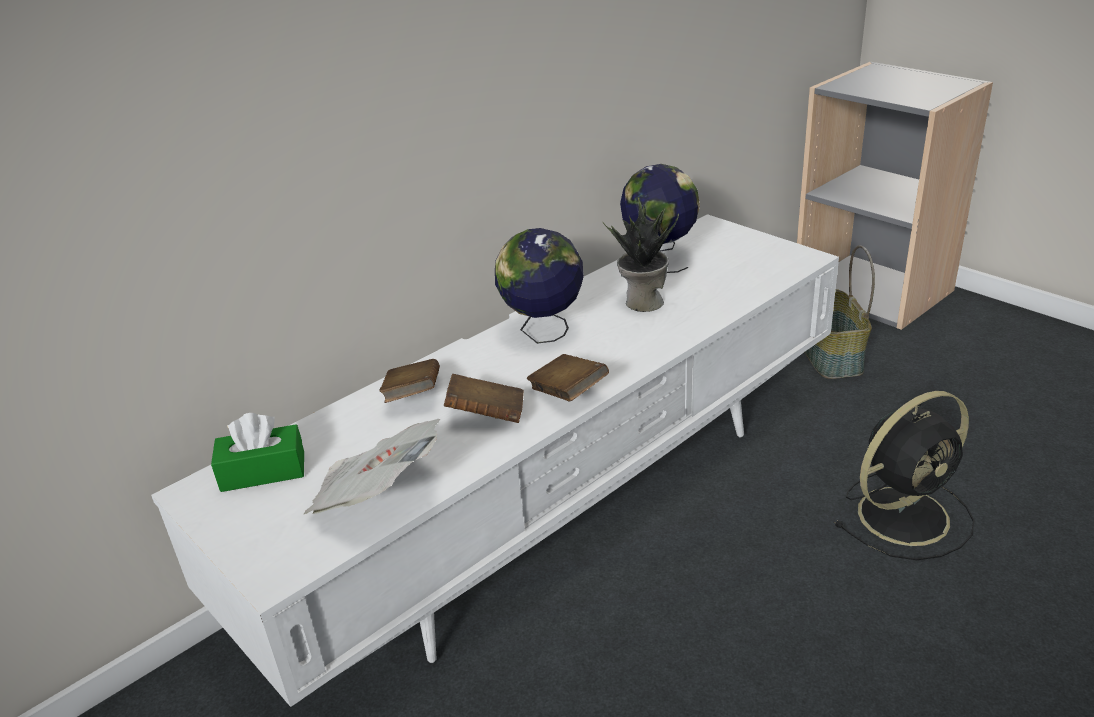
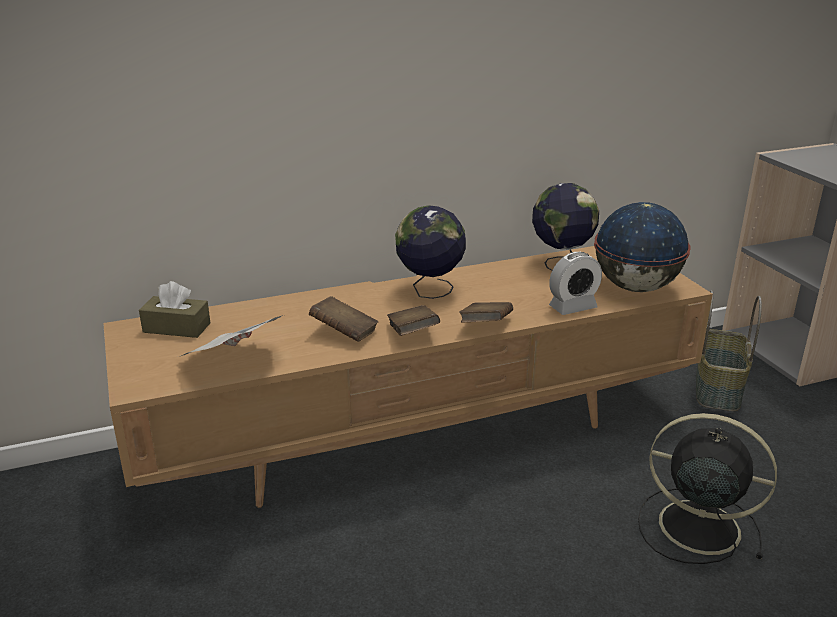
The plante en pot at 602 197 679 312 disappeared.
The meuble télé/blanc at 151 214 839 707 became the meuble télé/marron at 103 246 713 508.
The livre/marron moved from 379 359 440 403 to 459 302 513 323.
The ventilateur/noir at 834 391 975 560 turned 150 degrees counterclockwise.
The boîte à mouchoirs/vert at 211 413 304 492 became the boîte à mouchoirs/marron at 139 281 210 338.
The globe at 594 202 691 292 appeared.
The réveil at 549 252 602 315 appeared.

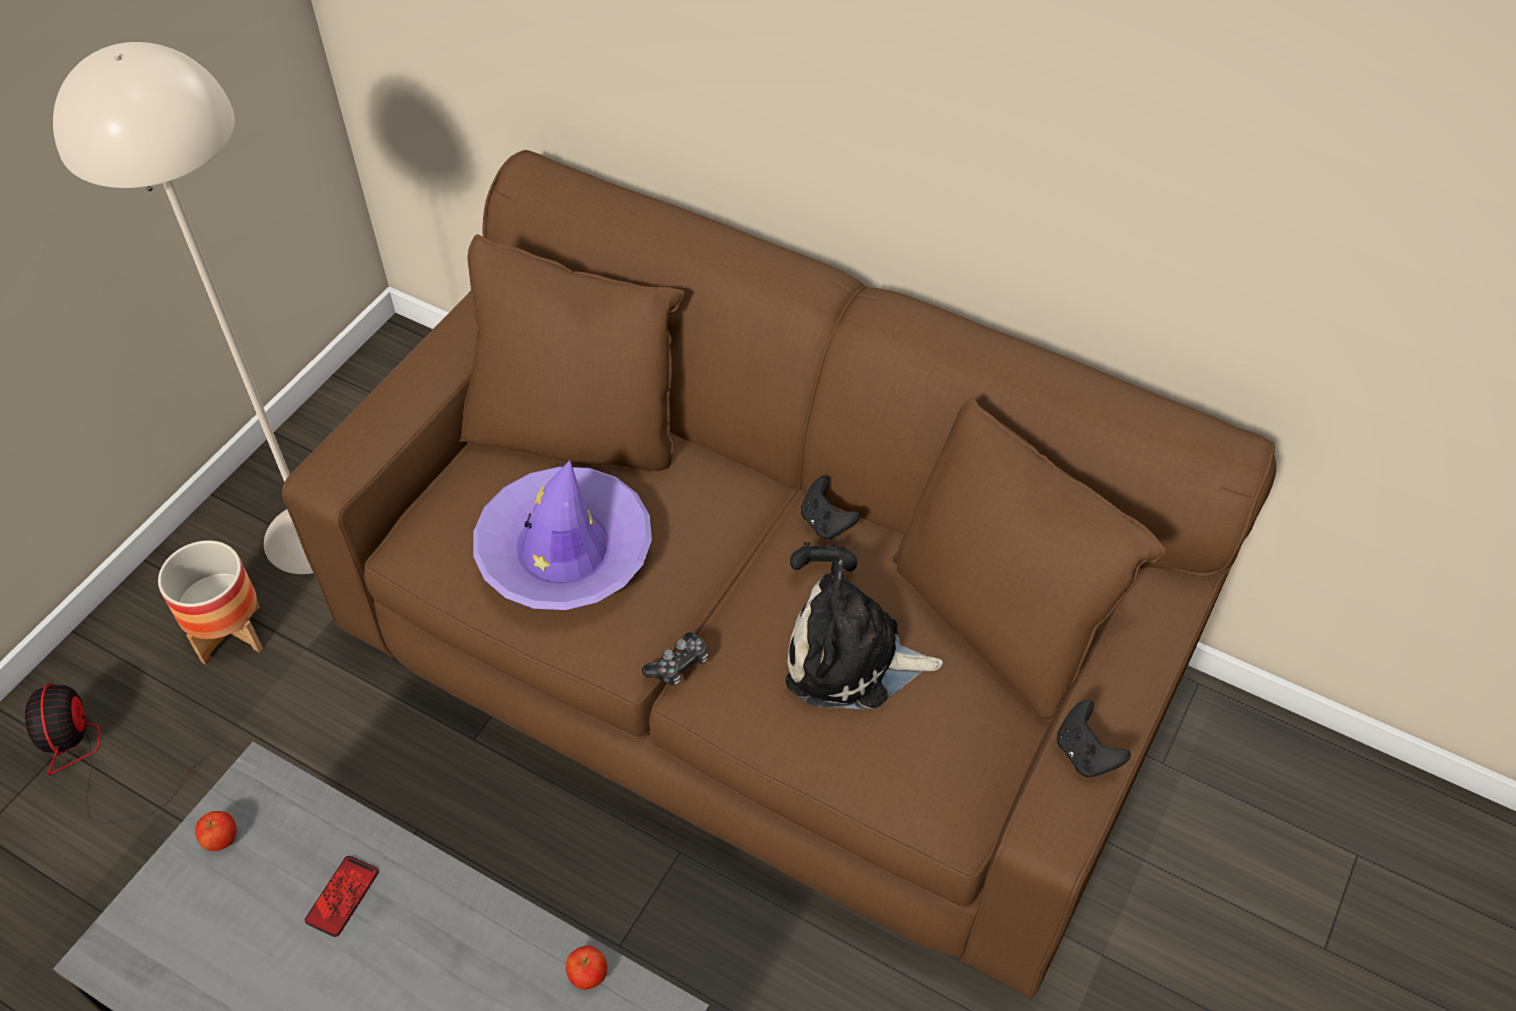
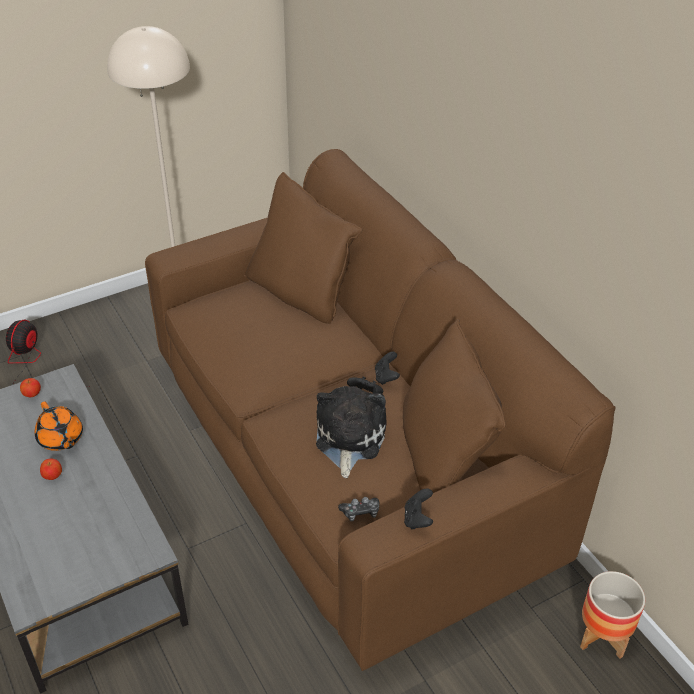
The chapeau/violet at 473 460 652 610 disappeared.
The cache-pot moved from 158 540 263 664 to 580 571 645 659.
The peluche at 786 559 943 709 turned 60 degrees clockwise.
The manette moved from 642 632 708 686 to 338 497 379 522.
The téléphone at 305 856 379 937 was replaced by the théière/orange at 35 402 83 451.
The pomme moved from 566 946 607 990 to 40 459 62 480.

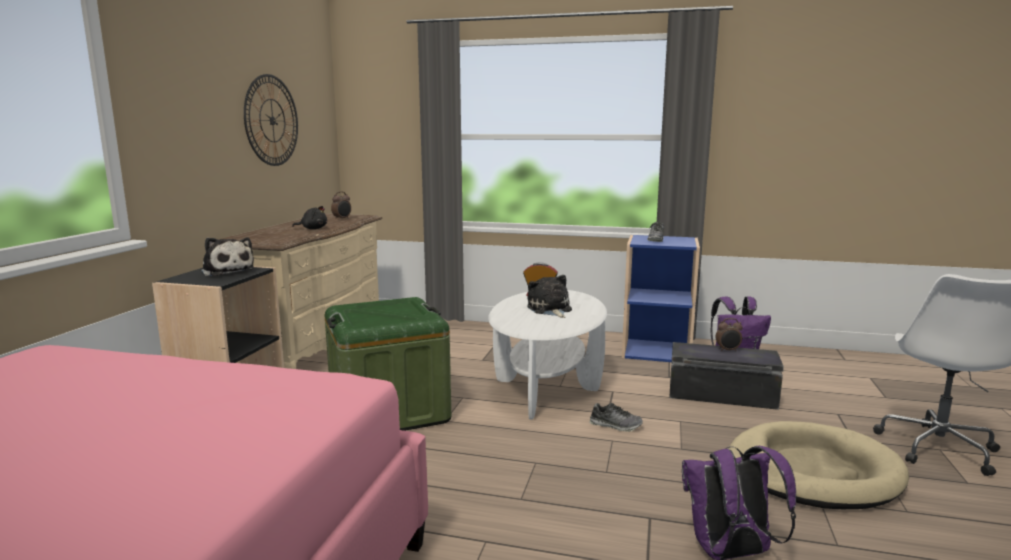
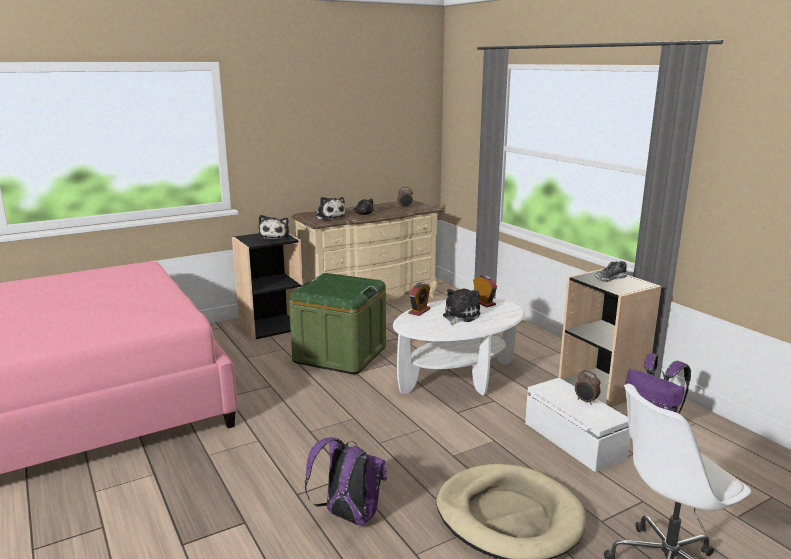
The horloge murale at 244 74 298 166 disappeared.
The bibliothèque/bleu at 622 235 700 362 became the bibliothèque/noir at 559 268 662 407.
The boîte de rangement/noir at 669 342 784 410 became the boîte de rangement/blanc at 525 378 630 472.
The chaussure at 589 403 643 432 disappeared.
The peluche at 315 197 346 220 appeared.
The réveil at 408 282 431 316 appeared.

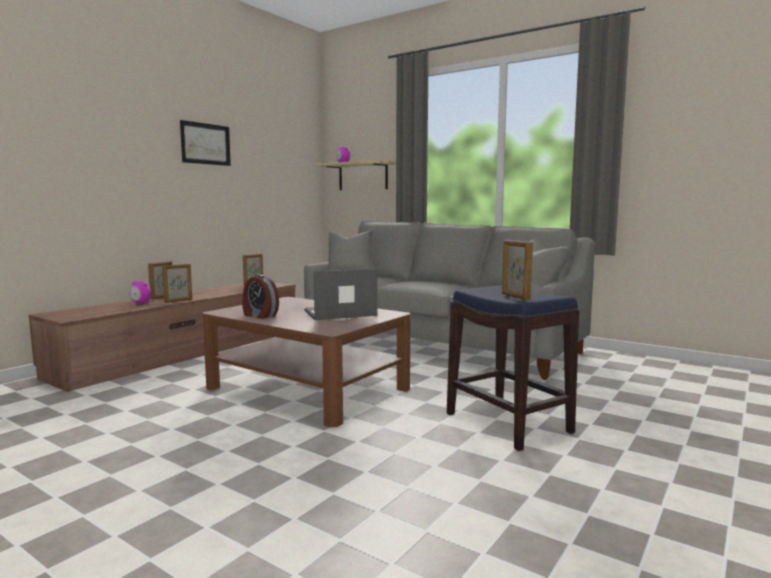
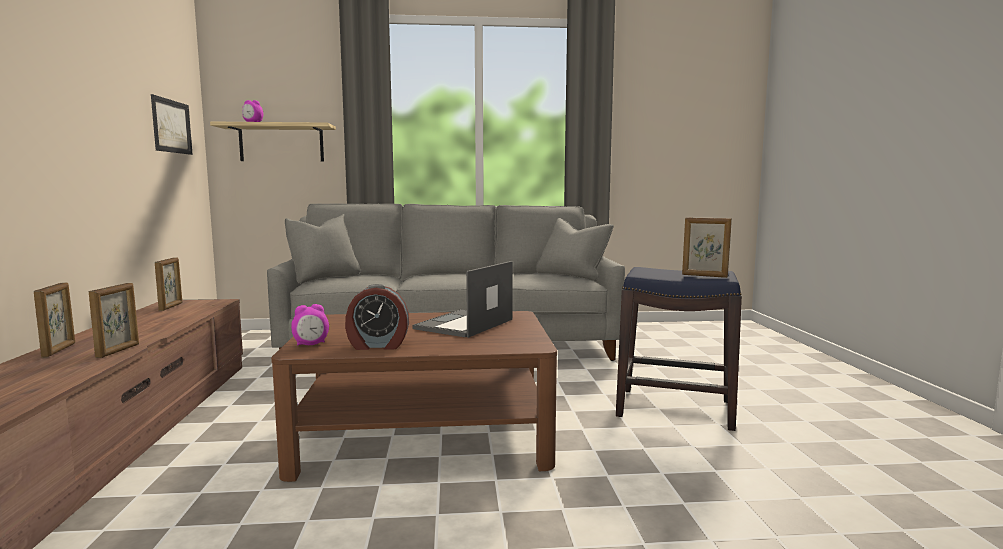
The tableau moved from 180 120 231 166 to 151 94 193 155.
The réveil moved from 130 281 151 303 to 291 304 329 345.

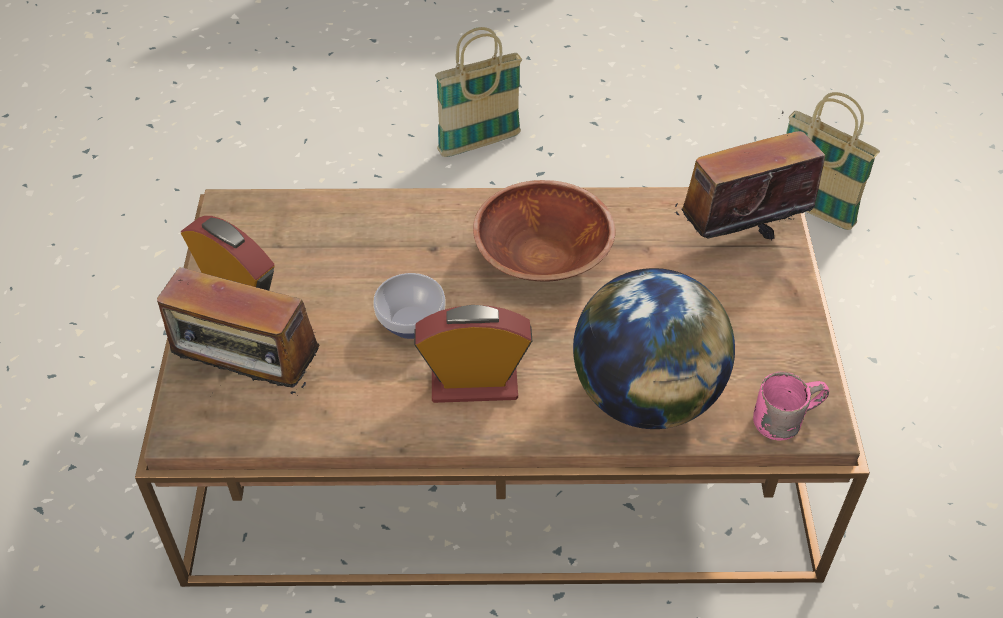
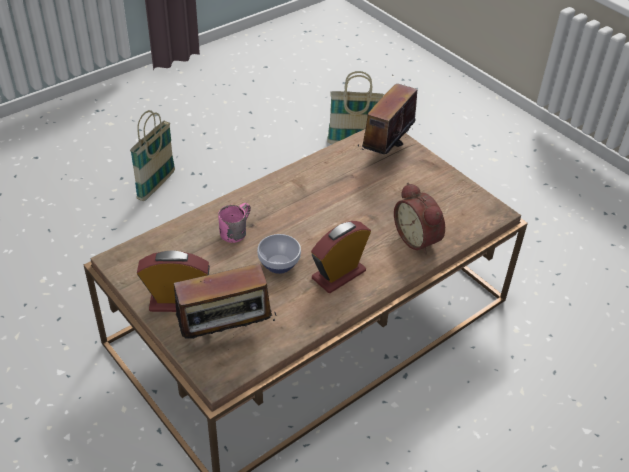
The bol/marron at 473 180 615 282 disappeared.
The globe at 573 268 735 429 was replaced by the réveil at 394 183 445 255.
The mug/rose moved from 753 372 829 441 to 218 203 251 243.

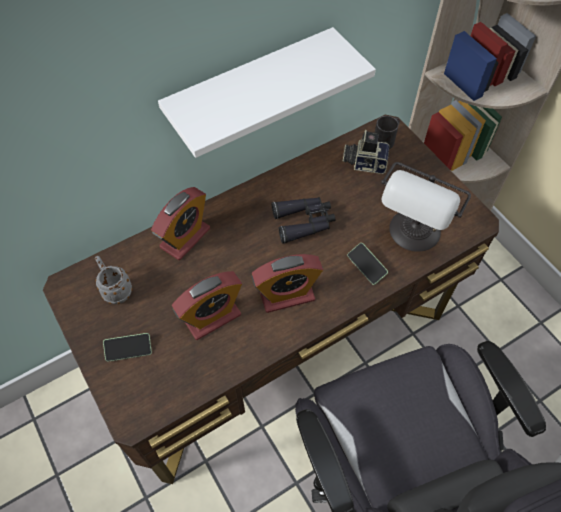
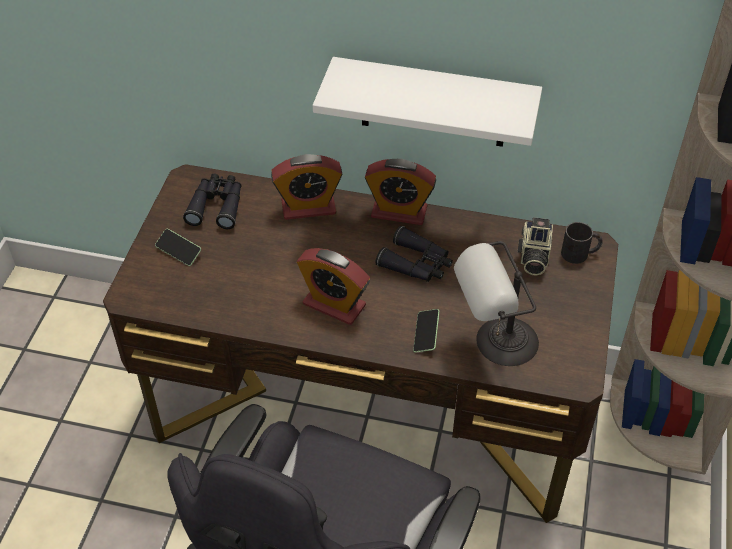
The appareil photo at 343 130 389 174 turned 135 degrees counterclockwise.
The mug/gris at 95 256 133 304 was replaced by the jumelles/noir at 183 174 242 229.
The réveil moved from 172 271 242 340 to 365 159 436 225.

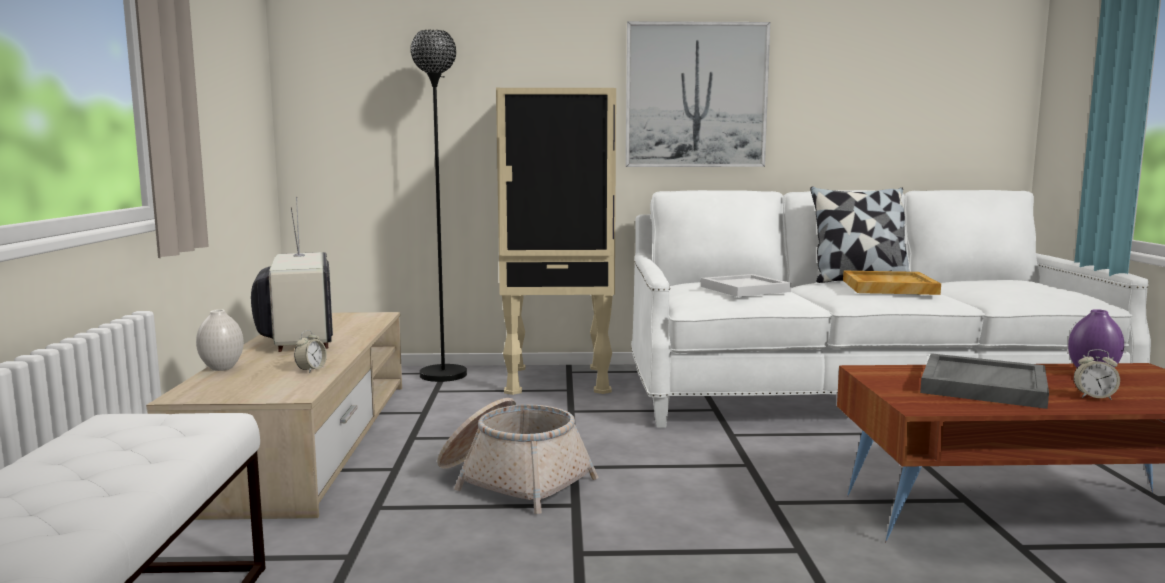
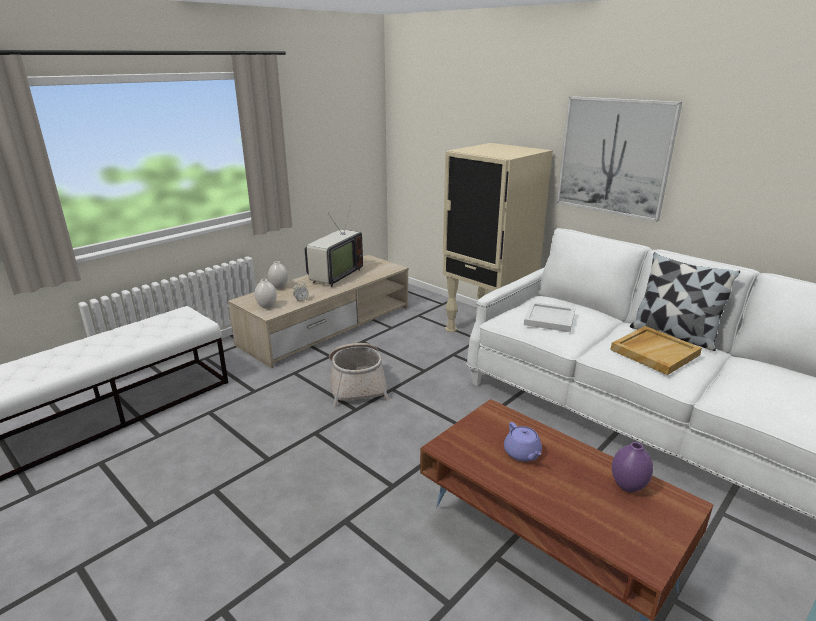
The lampadaire/noir at 411 30 467 382 disappeared.
The réveil at 1074 349 1120 400 disappeared.
The plateau/gris at 920 353 1049 409 was replaced by the théière/violet at 504 422 542 461.
The vase/blanc at 255 279 277 309 appeared.

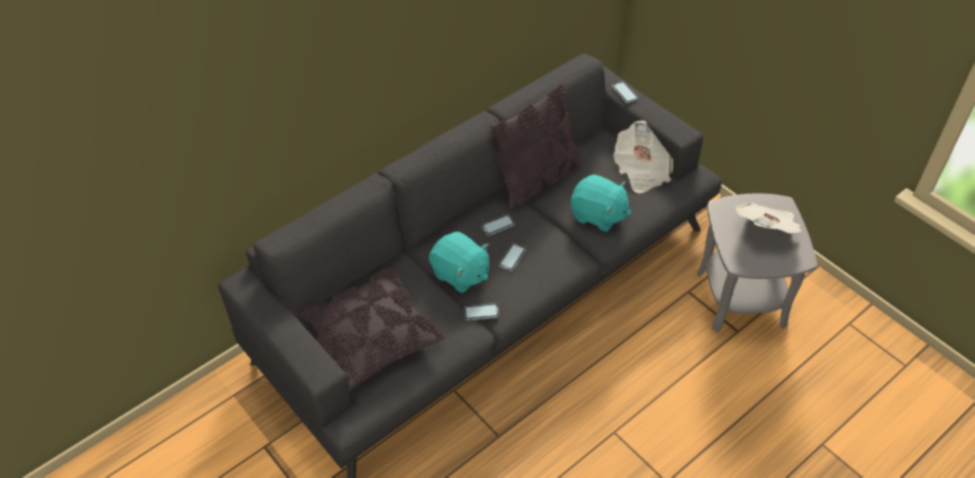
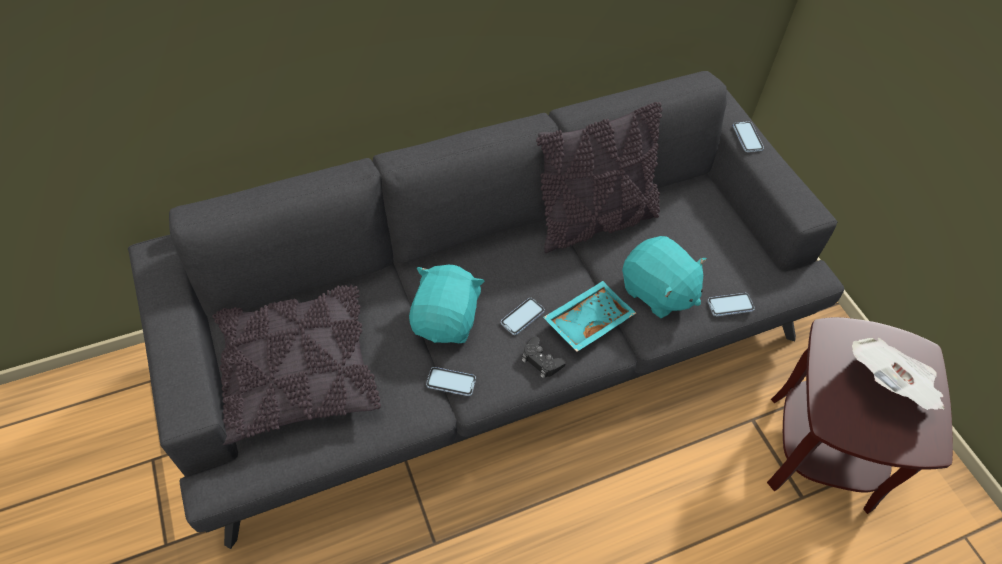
The journal at 613 120 673 194 disappeared.
The table d'appoint/gris at 697 193 817 333 became the table d'appoint/marron at 767 317 953 514.
The téléphone moved from 481 214 515 236 to 707 293 755 316.
The peluche/turquoise at 429 232 489 293 turned 135 degrees counterclockwise.
The plateau/turquoise at 543 281 636 352 appeared.
The manette/noir at 522 336 566 378 appeared.

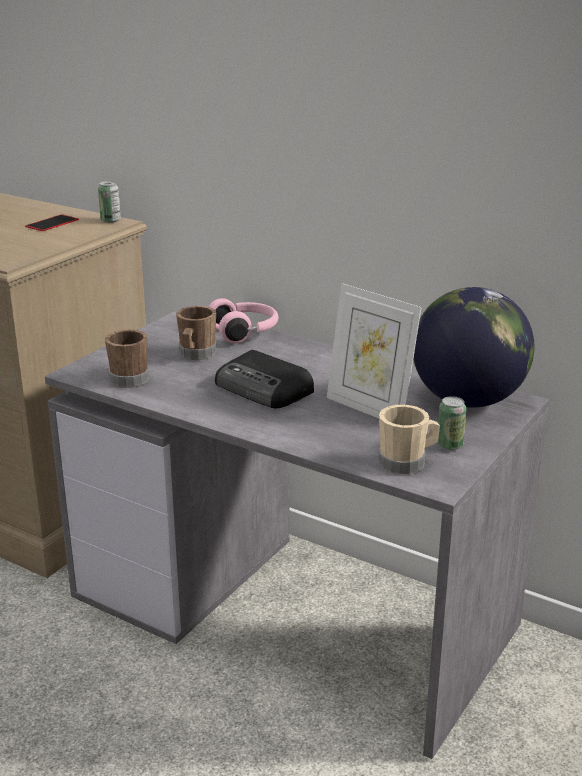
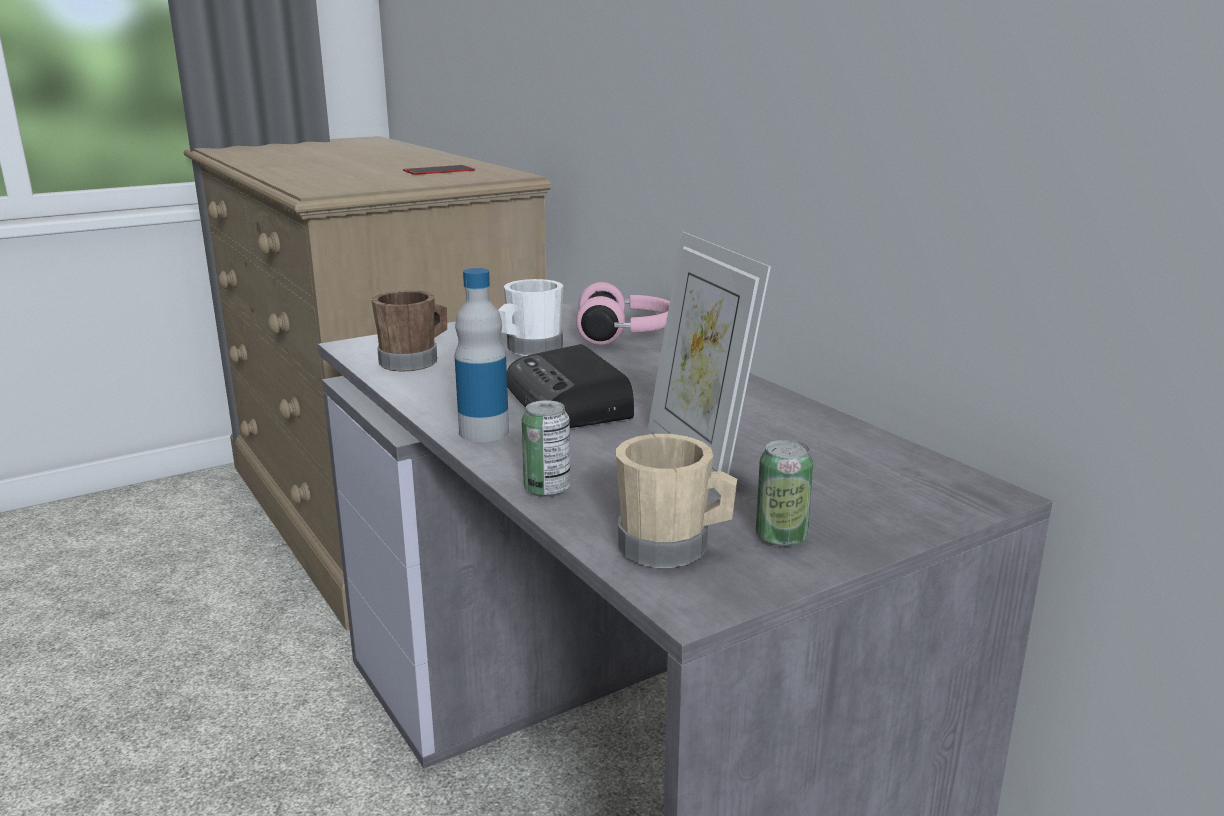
The boîte métallique moved from 98 181 121 223 to 522 400 571 497.
The globe at 413 287 534 408 disappeared.
The mug/marron at 176 306 217 360 became the mug/blanc at 498 279 563 356.
The bouteille at 455 268 509 442 appeared.

